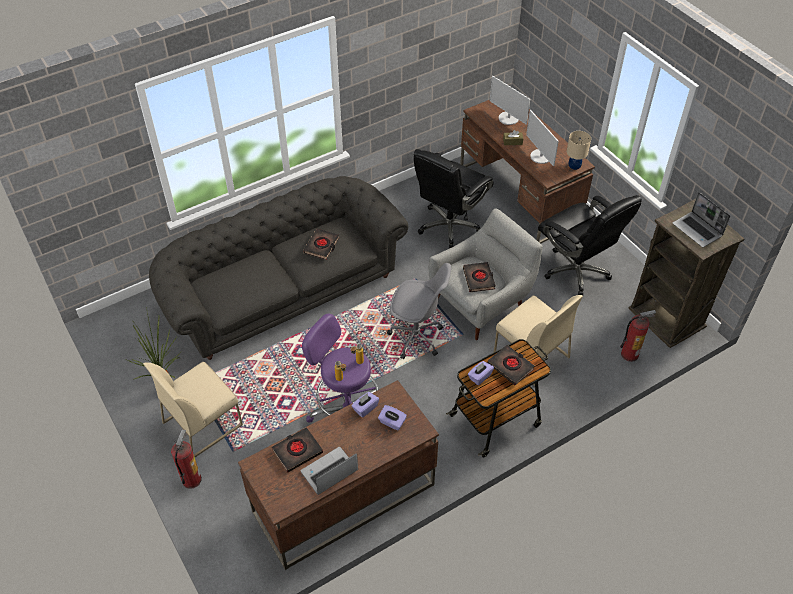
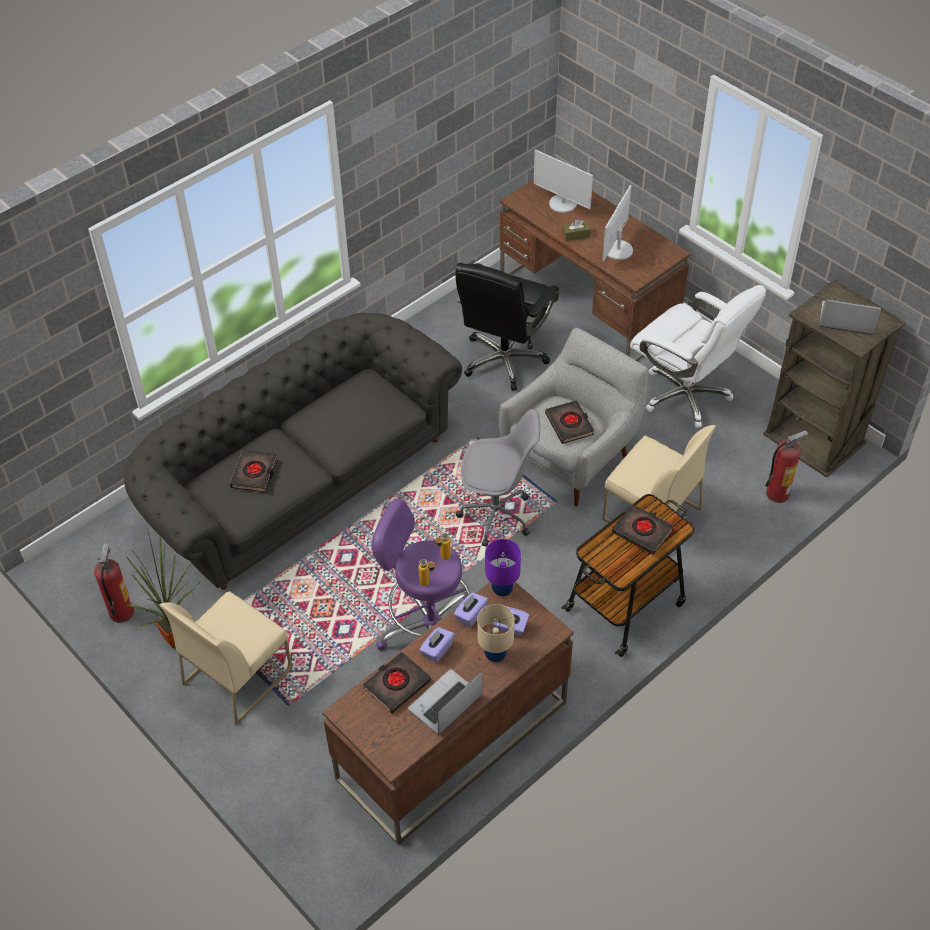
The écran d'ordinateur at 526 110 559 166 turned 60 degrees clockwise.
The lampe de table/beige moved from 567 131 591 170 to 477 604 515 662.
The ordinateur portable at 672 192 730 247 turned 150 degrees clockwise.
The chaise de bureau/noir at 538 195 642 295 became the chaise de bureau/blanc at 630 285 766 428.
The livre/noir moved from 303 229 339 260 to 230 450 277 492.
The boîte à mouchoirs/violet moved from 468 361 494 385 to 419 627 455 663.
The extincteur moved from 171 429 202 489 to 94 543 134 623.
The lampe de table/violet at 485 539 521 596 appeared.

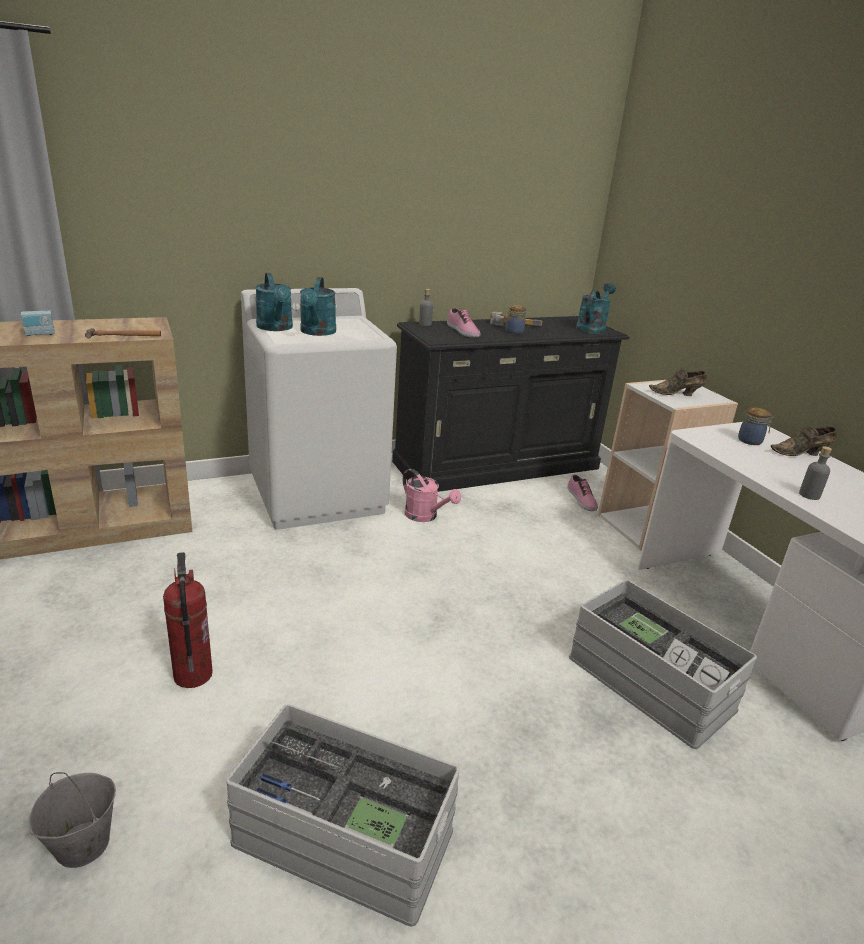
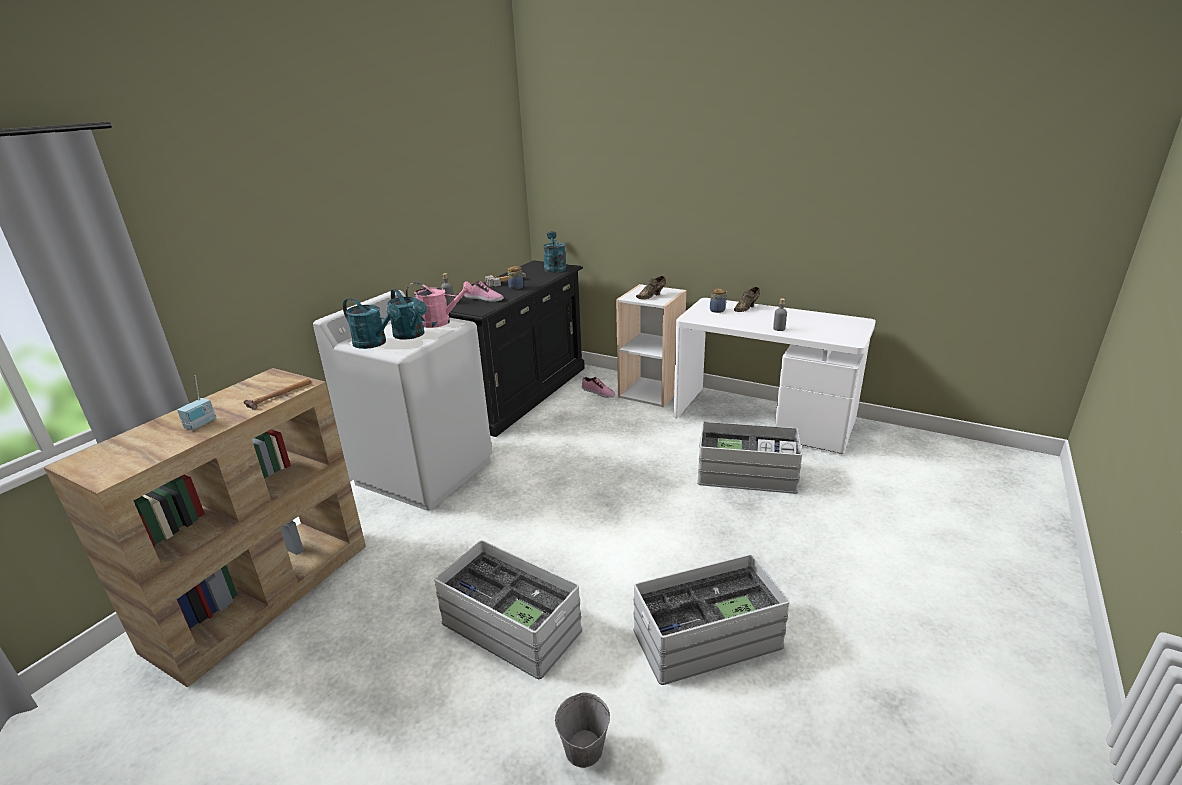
The arrosoir/rose moved from 403 469 461 522 to 406 281 474 328.
The extincteur at 163 552 213 688 was replaced by the boîte de rangement/gris at 434 541 582 679.

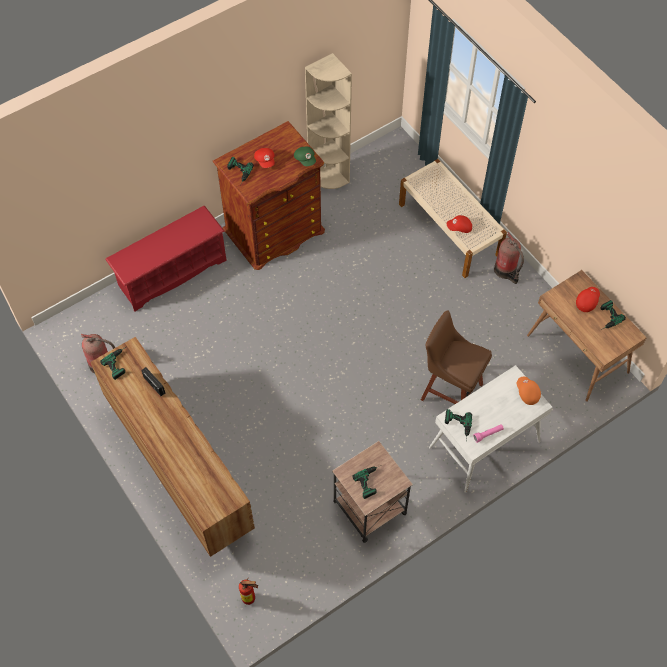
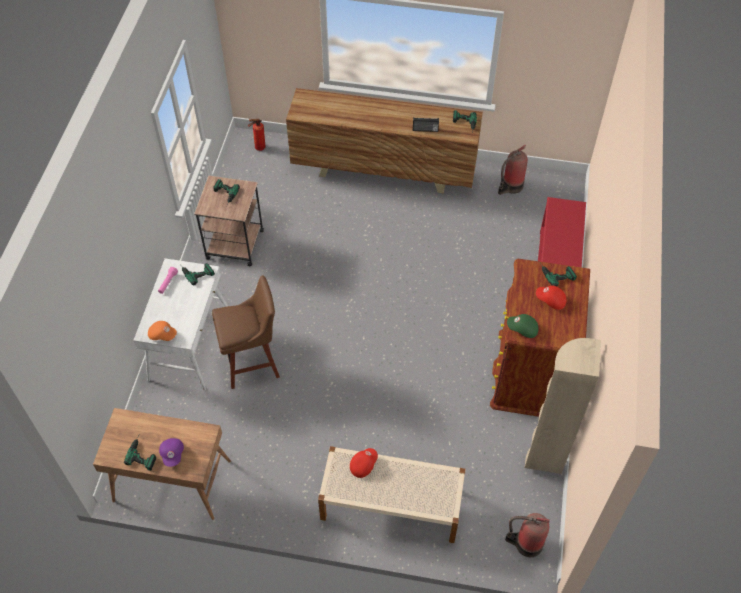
The extincteur moved from 494 232 524 284 to 505 513 550 557.
The casquette/rouge at 576 287 600 312 became the casquette/violet at 159 438 184 467.

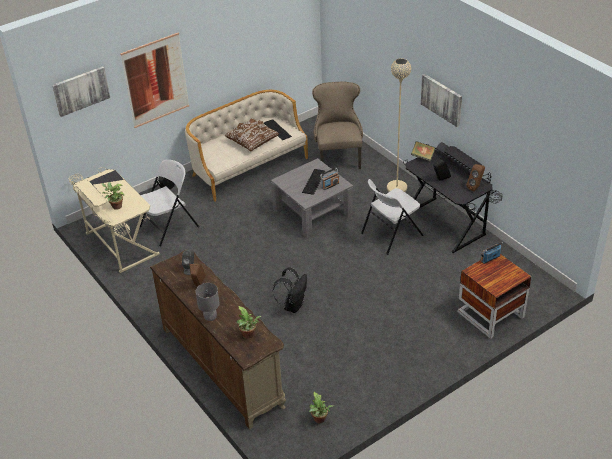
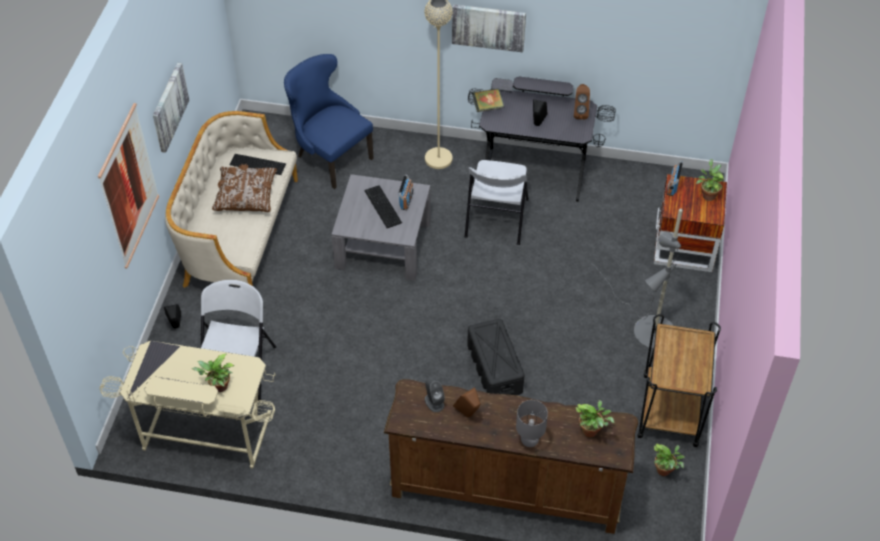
The tableau moved from 52 66 110 117 to 153 63 189 153.
The chaise/beige at 312 82 363 169 became the chaise/bleu at 284 54 374 189.
The sac à dos/noir at 272 267 307 313 was replaced by the boîte de rangement/noir at 467 319 525 395.
The plante en pot at 696 159 724 201 appeared.
The lampadaire/gris at 591 209 683 349 appeared.
The chariot/marron at 637 314 721 447 appeared.

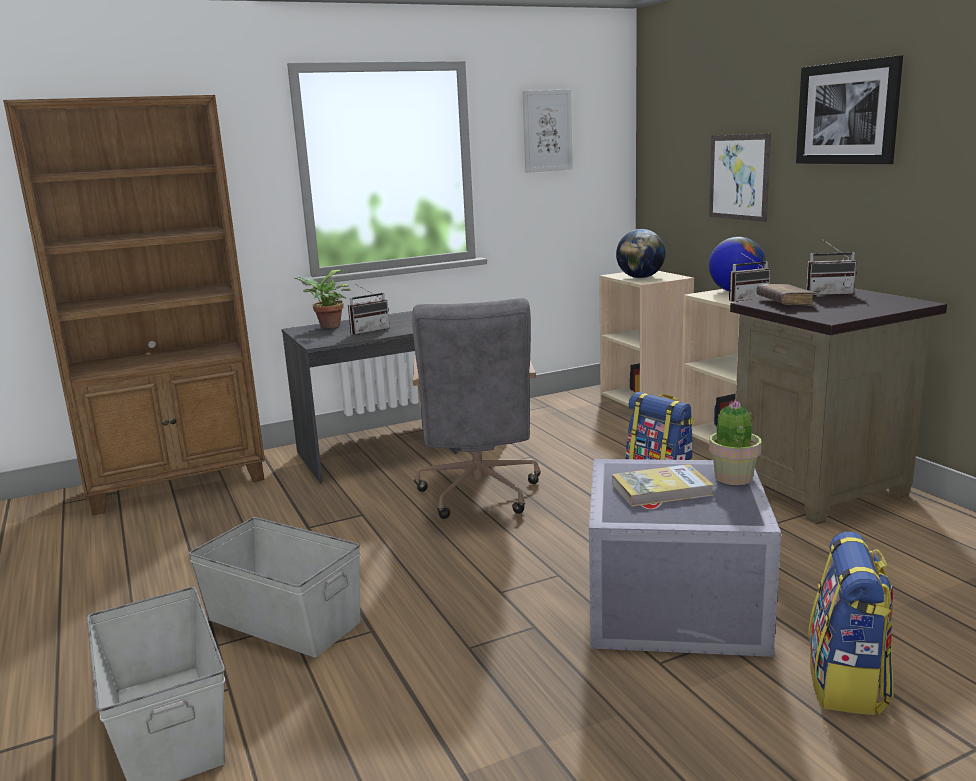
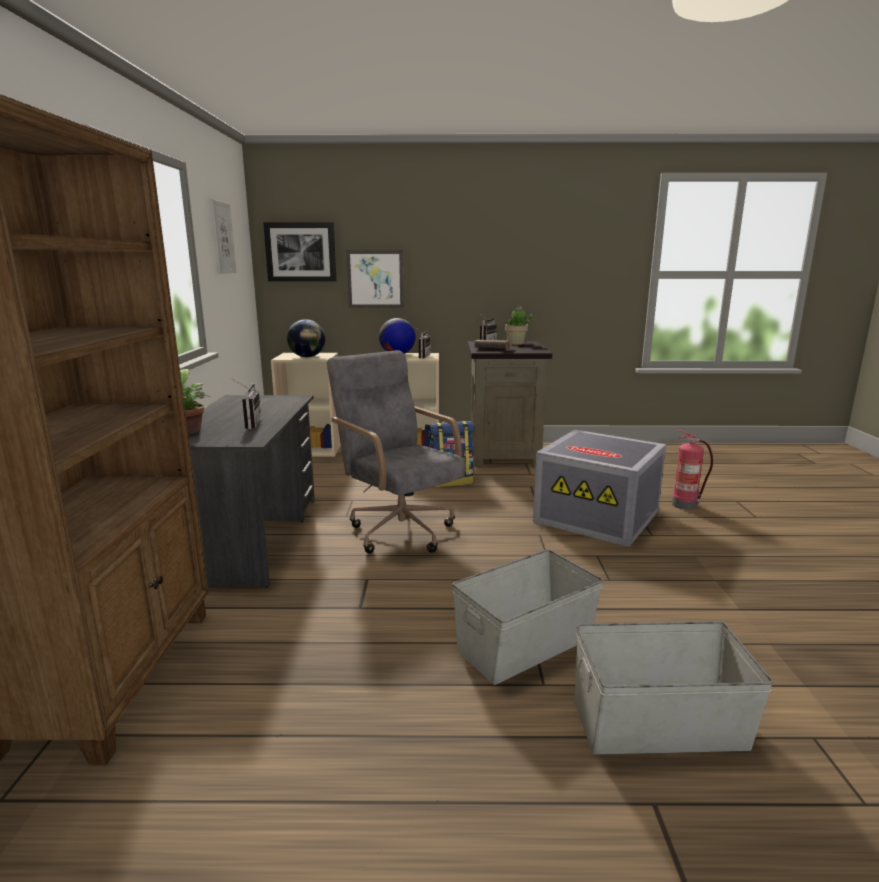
The tableau moved from 796 55 903 164 to 263 222 337 281.
The chaise de bureau/gris at 412 298 541 519 turned 150 degrees counterclockwise.
The plante en pot moved from 709 400 762 485 to 505 306 533 345.
The livre at 612 464 714 507 disappeared.
The sac à dos at 808 532 894 715 was replaced by the extincteur at 672 430 713 510.

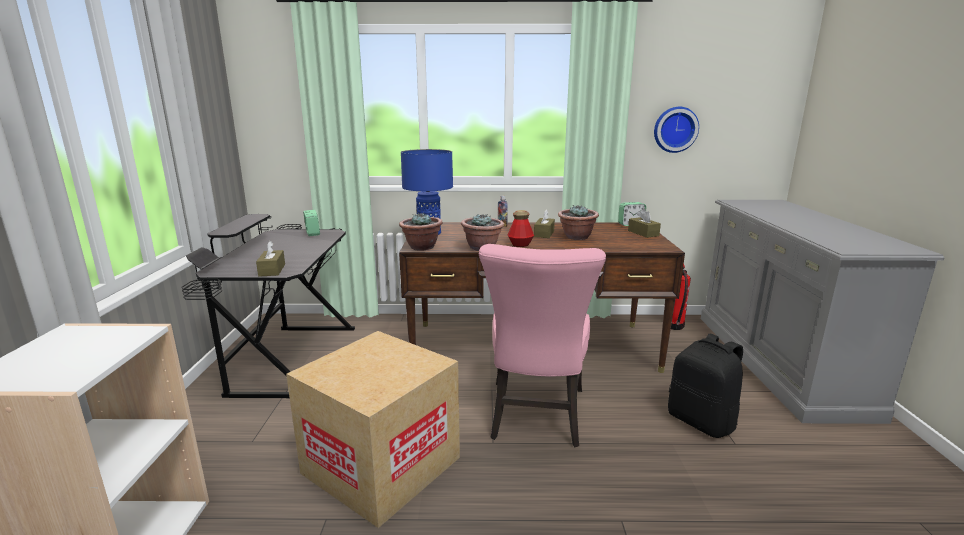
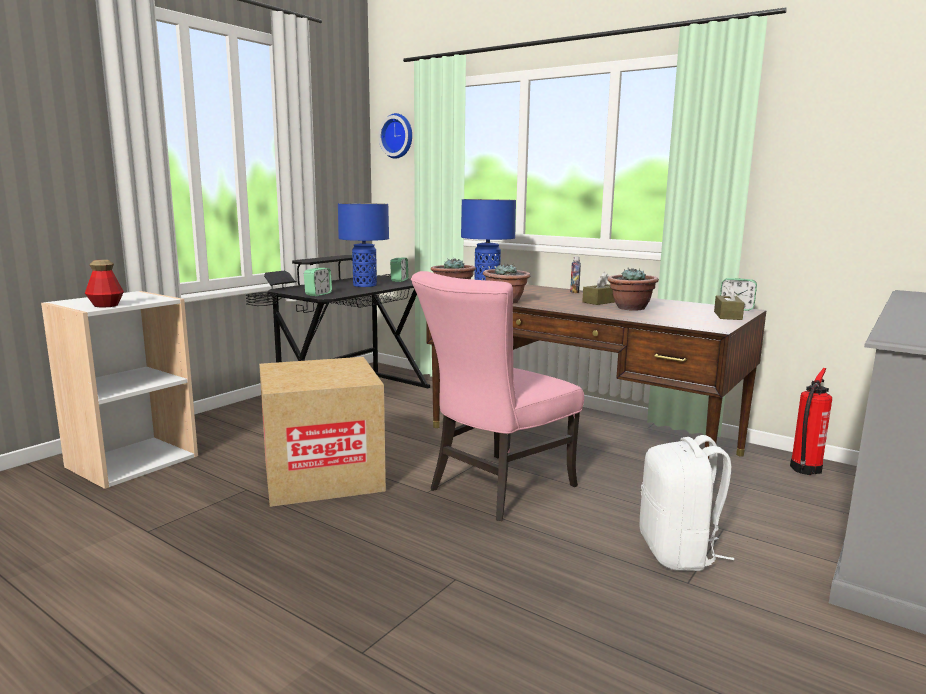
The horloge murale moved from 654 107 699 153 to 378 113 412 159.
The bouteille moved from 508 210 534 247 to 85 260 124 307.
The boîte à mouchoirs/marron at 256 241 285 277 was replaced by the réveil at 304 268 332 296.
The sac à dos/noir at 668 334 743 438 became the sac à dos/blanc at 640 435 734 571.
The lampe de table/bleu at 338 203 389 287 appeared.

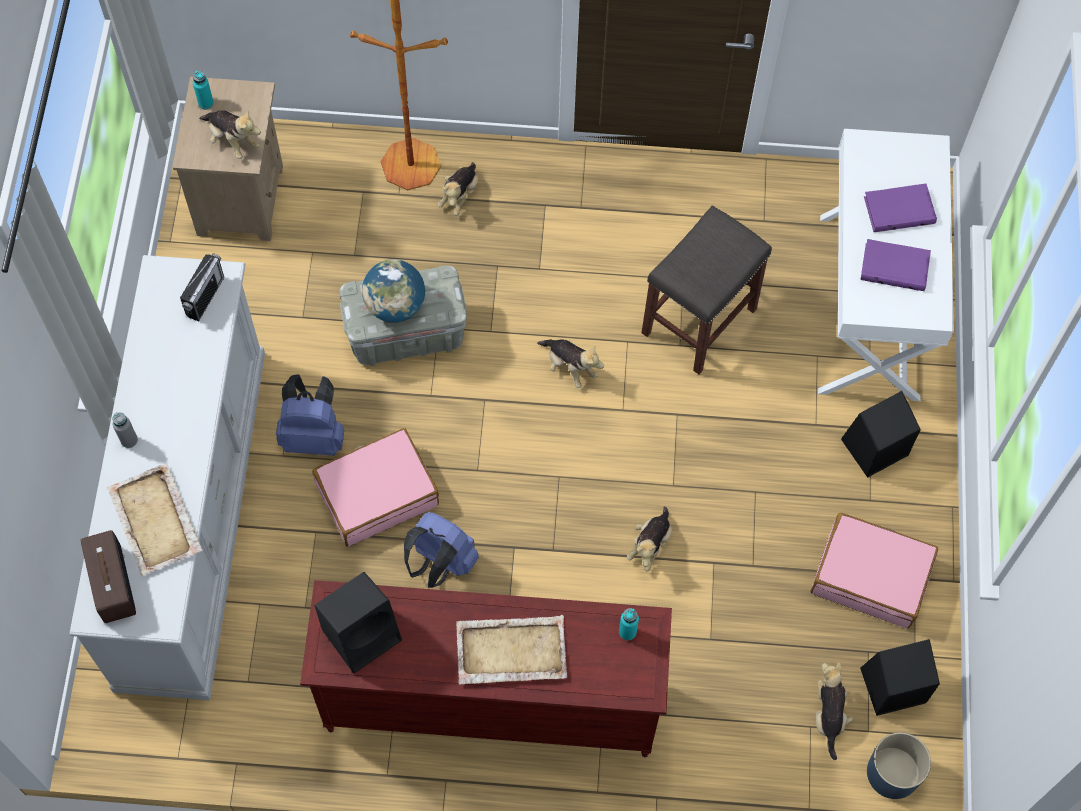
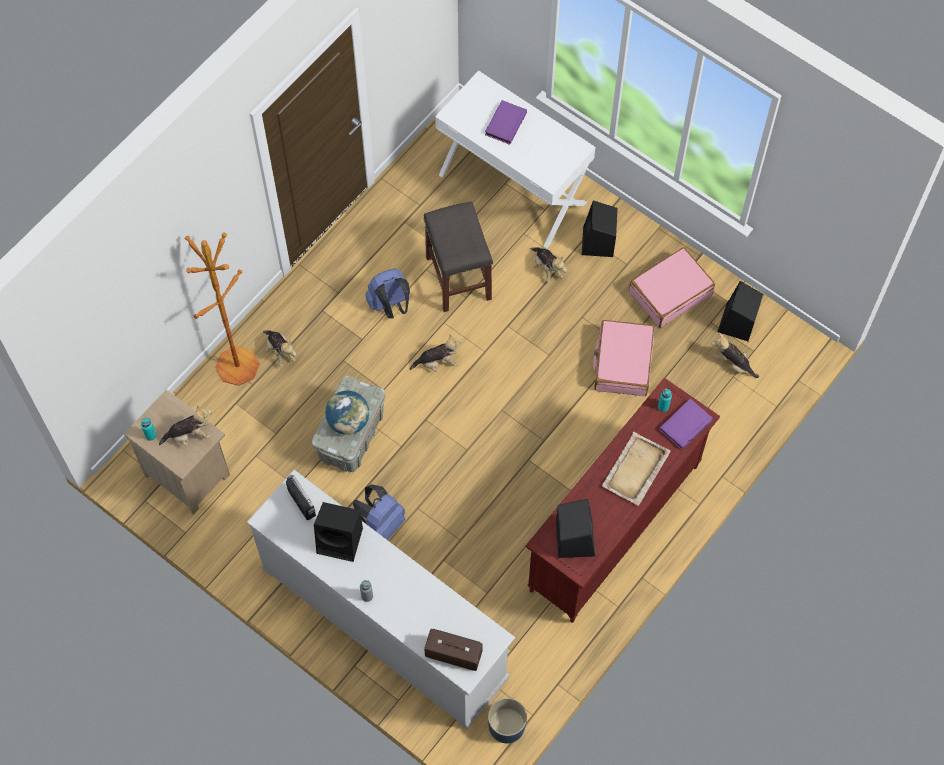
The livre/violet moved from 860 239 931 291 to 659 398 713 450.
The valise/rose moved from 312 428 439 547 to 593 320 654 396.
The plateau/beige at 106 463 202 576 disappeared.
The peluche moved from 627 507 672 572 to 530 247 567 283.
The sac à dos/bleu moved from 404 512 479 588 to 366 268 410 319.
The cache-pot/bleu moved from 867 732 931 799 to 488 698 527 743.
The enceinte/noir at 314 502 363 562 appeared.

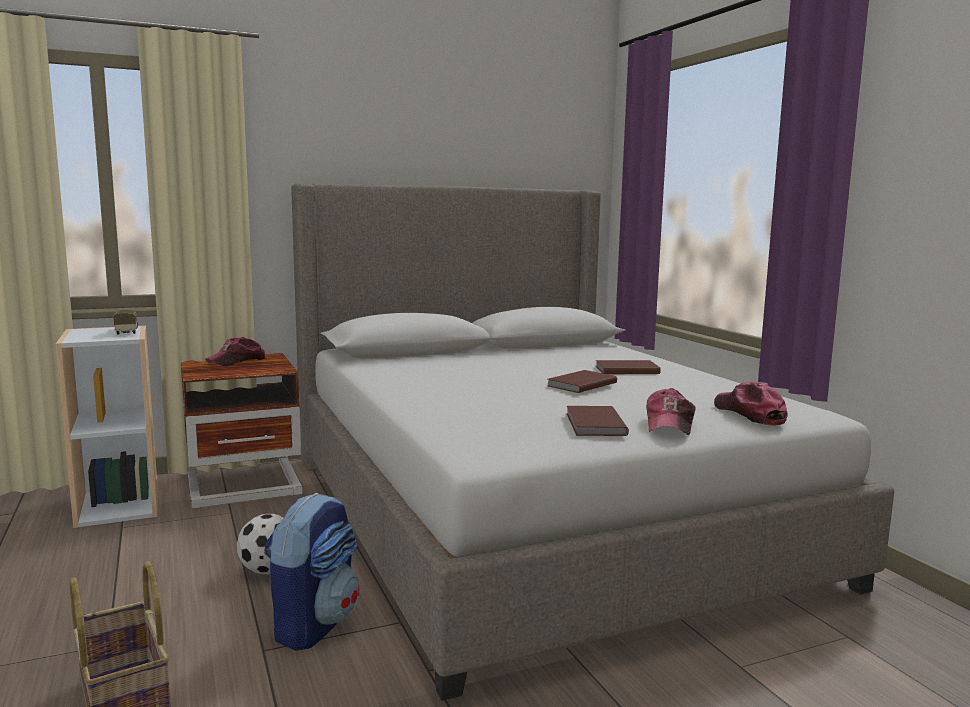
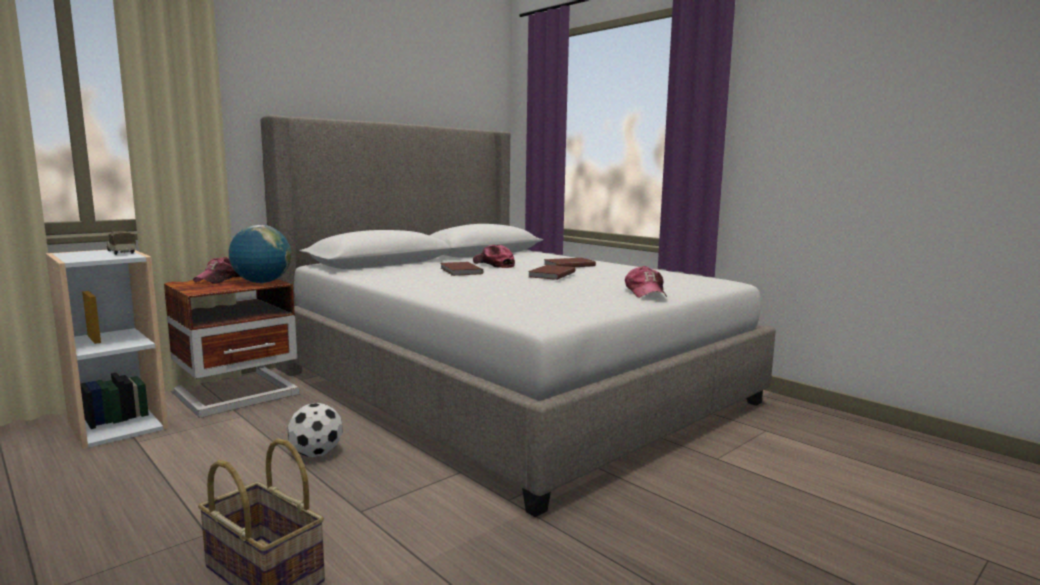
The casquette moved from 714 382 788 426 to 473 245 515 268.
The livre/marron moved from 567 406 629 436 to 441 262 483 276.
The sac à dos at 264 493 359 651 disappeared.
The globe at 229 225 291 283 appeared.

